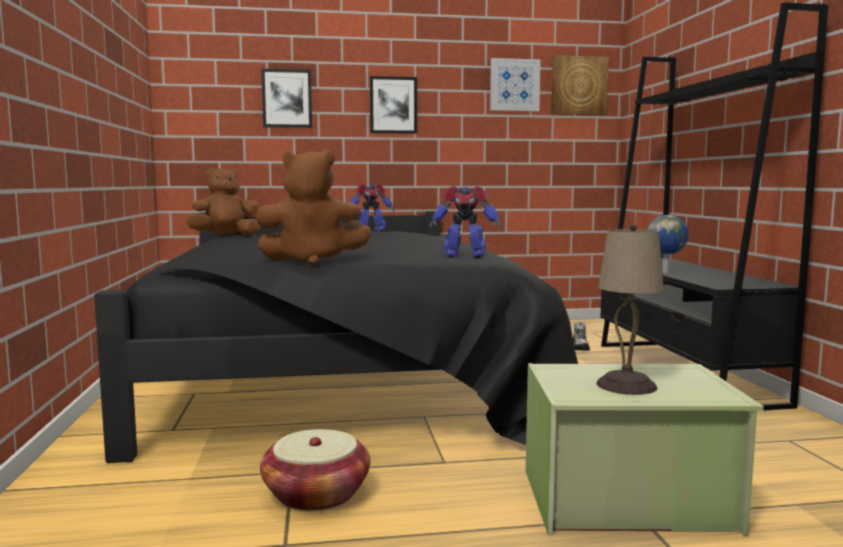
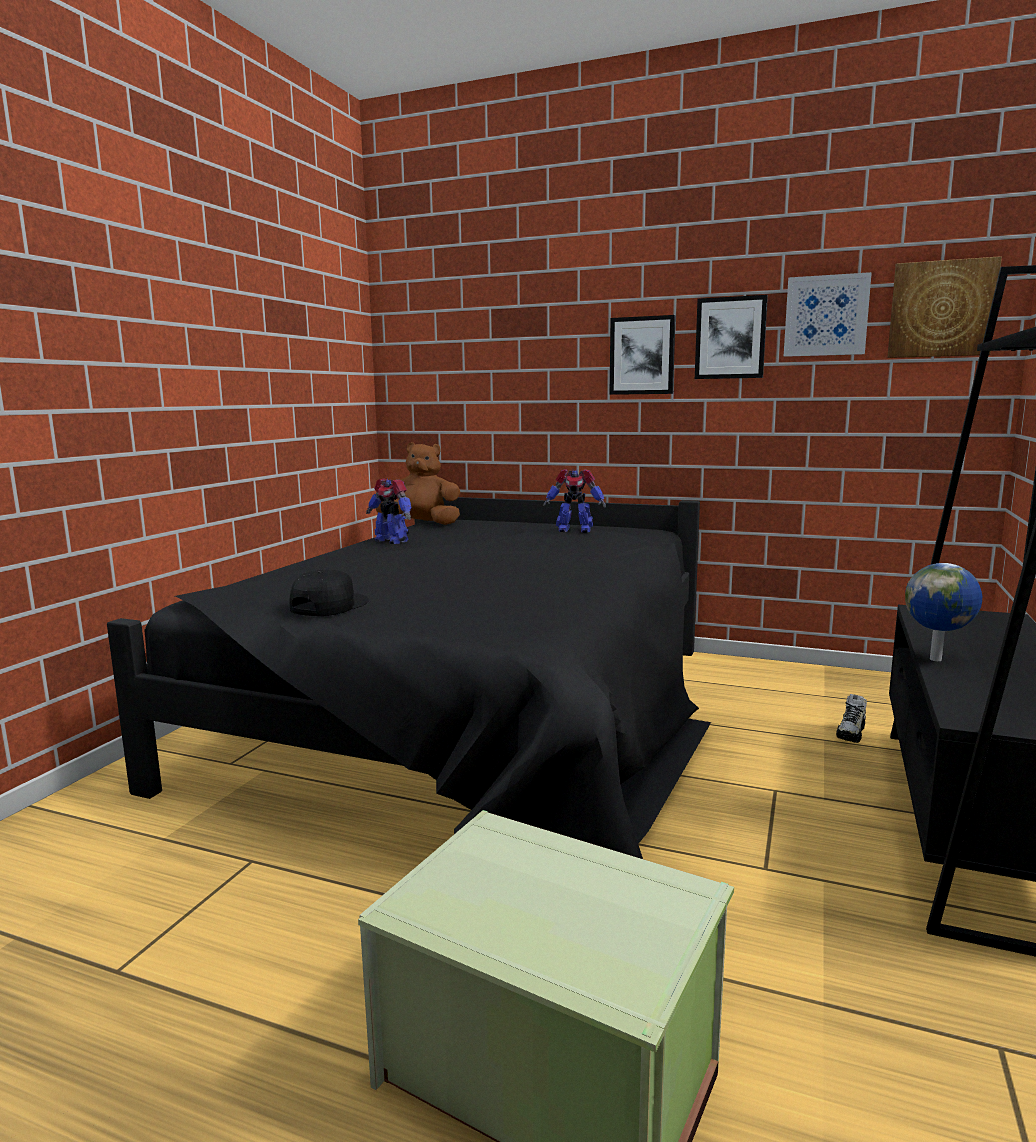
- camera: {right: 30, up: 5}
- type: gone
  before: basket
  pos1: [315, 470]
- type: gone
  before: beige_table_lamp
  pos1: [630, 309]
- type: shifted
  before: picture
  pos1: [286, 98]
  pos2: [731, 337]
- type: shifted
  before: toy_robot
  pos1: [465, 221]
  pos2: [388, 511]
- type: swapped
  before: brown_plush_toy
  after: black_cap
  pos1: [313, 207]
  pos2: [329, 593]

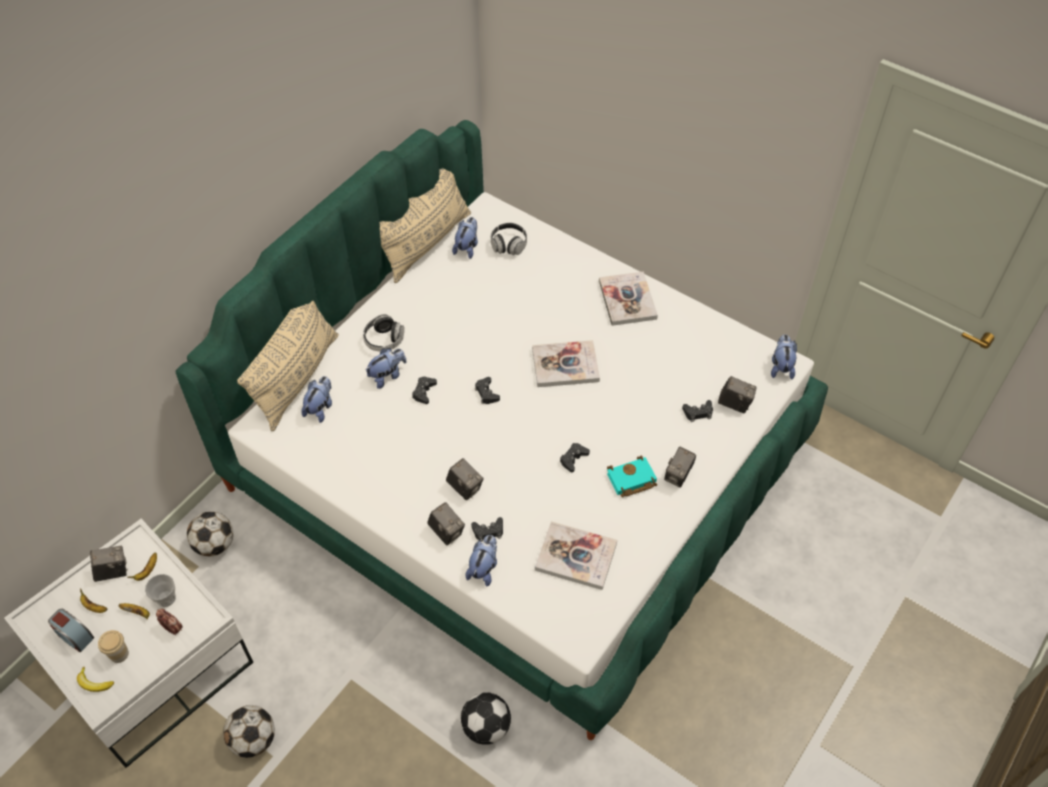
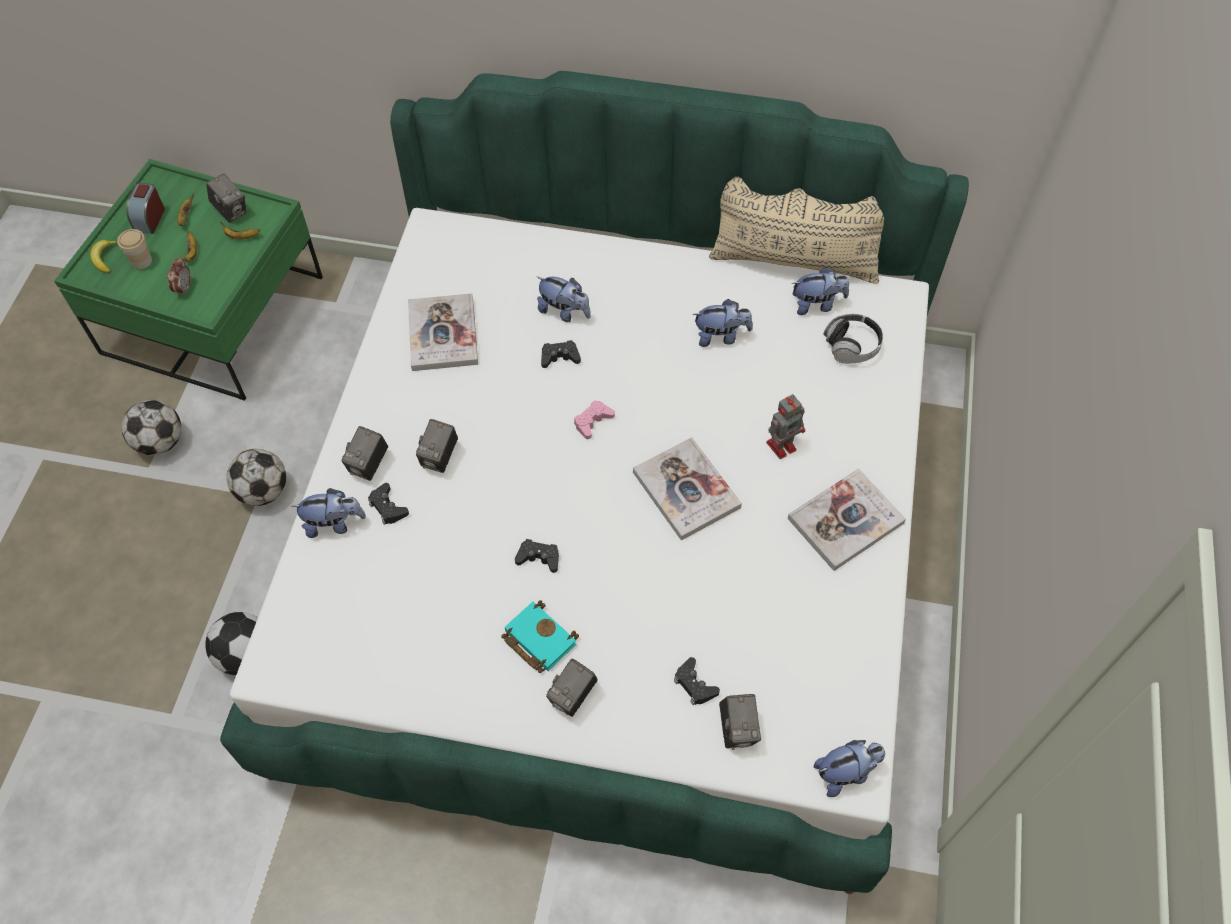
- camera: {right: 65, up: 5}
- type: gone
  before: cup
  pos1: [160, 590]
- type: gone
  before: beige_pillow
  pos1: [288, 366]
- type: gone
  before: headphones
  pos1: [383, 333]
- type: new
  after: toy_robot
  pos2: [785, 426]
- type: shifted
  before: football
  pos1: [210, 533]
  pos2: [256, 477]
- type: shifted
  before: plush_toy
  pos1: [316, 399]
  pos2: [723, 323]
- type: shifted
  before: book
  pos1: [576, 556]
  pos2: [443, 332]
- type: repainted
  before: white_coffee_table
  after: green_coffee_table
  pos1: [128, 643]
  pos2: [188, 279]
- type: repainted
  before: black_game_controller
  after: pink_game_controller
  pos1: [487, 390]
  pos2: [594, 419]
- type: rotated
  before: photo_camera
  pos1: [680, 467]
  pos2: [572, 688]
  turn: -60

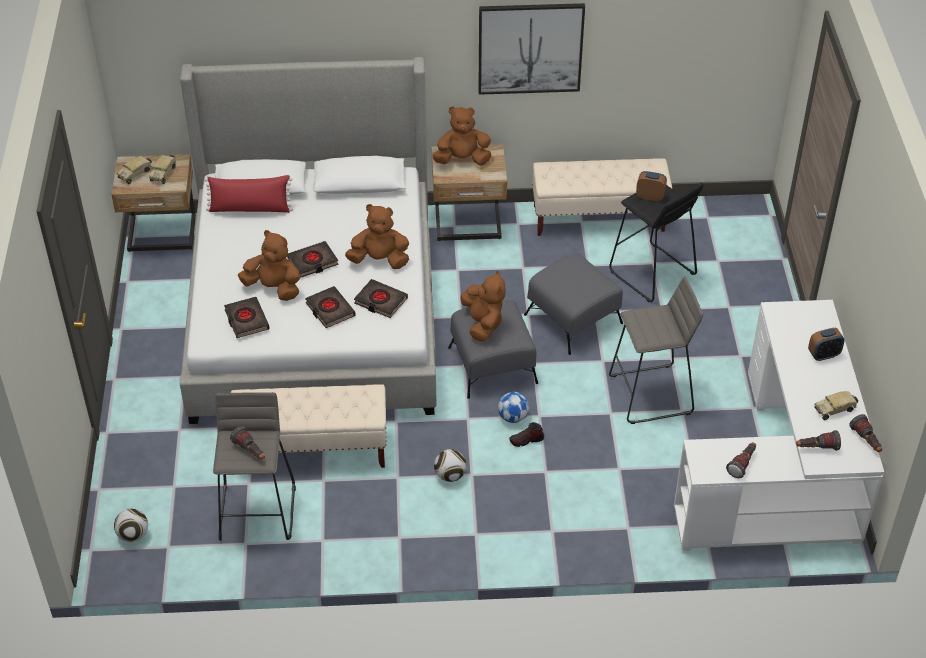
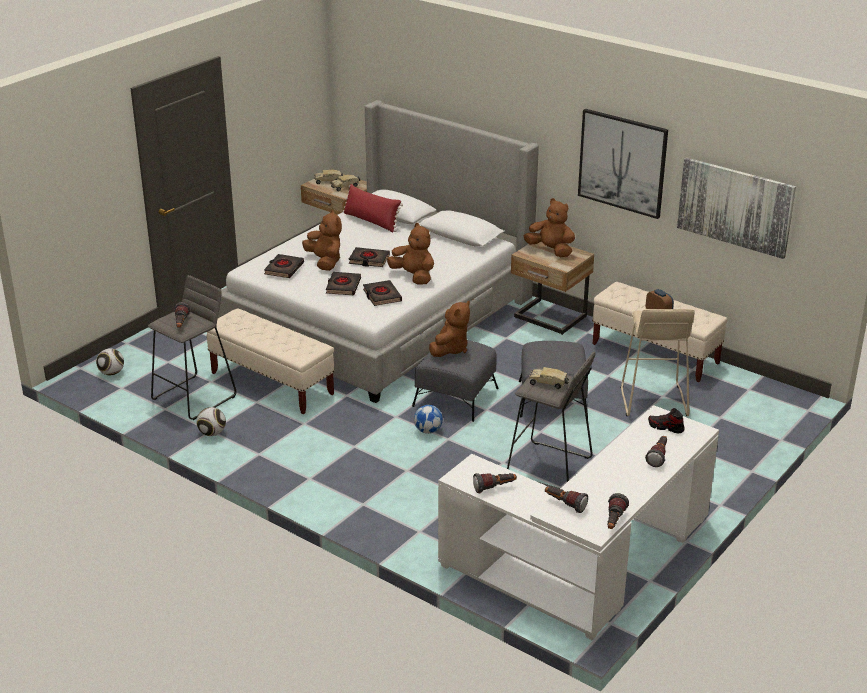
- camera: {right: 40, up: -15}
- type: new
  after: picture
  pos2: [736, 208]
- type: shifted
  before: football
  pos1: [450, 465]
  pos2: [211, 421]
- type: shifted
  before: shoe
  pos1: [526, 434]
  pos2: [666, 421]
- type: shifted
  before: toy_truck
  pos1: [836, 405]
  pos2: [549, 378]
- type: swapped
  before: alarm_clock
  after: flashlight
  pos1: [826, 344]
  pos2: [656, 451]
- type: repainted
  before: black_stool
  after: beige_stool
  pos1: [656, 242]
  pos2: [657, 362]

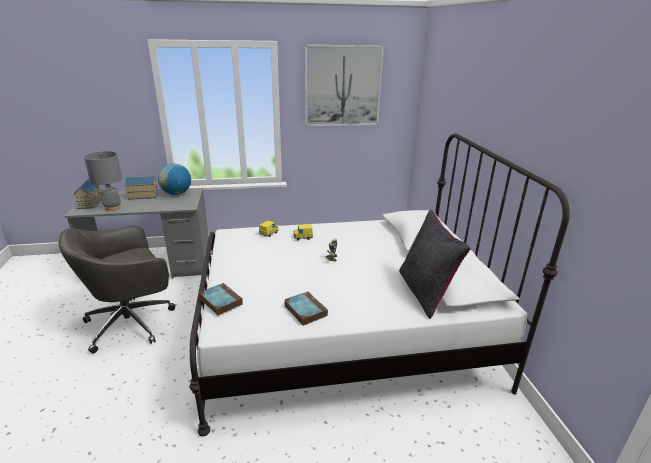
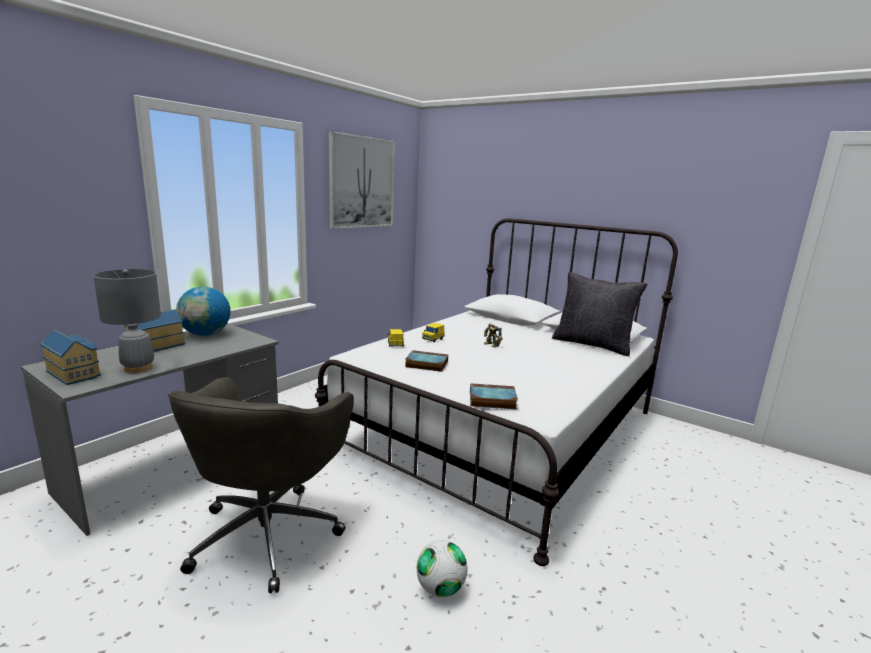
- camera: {right: -45, up: -10}
- type: new
  after: football
  pos2: [442, 568]
- type: shifted
  before: book
  pos1: [306, 308]
  pos2: [426, 361]

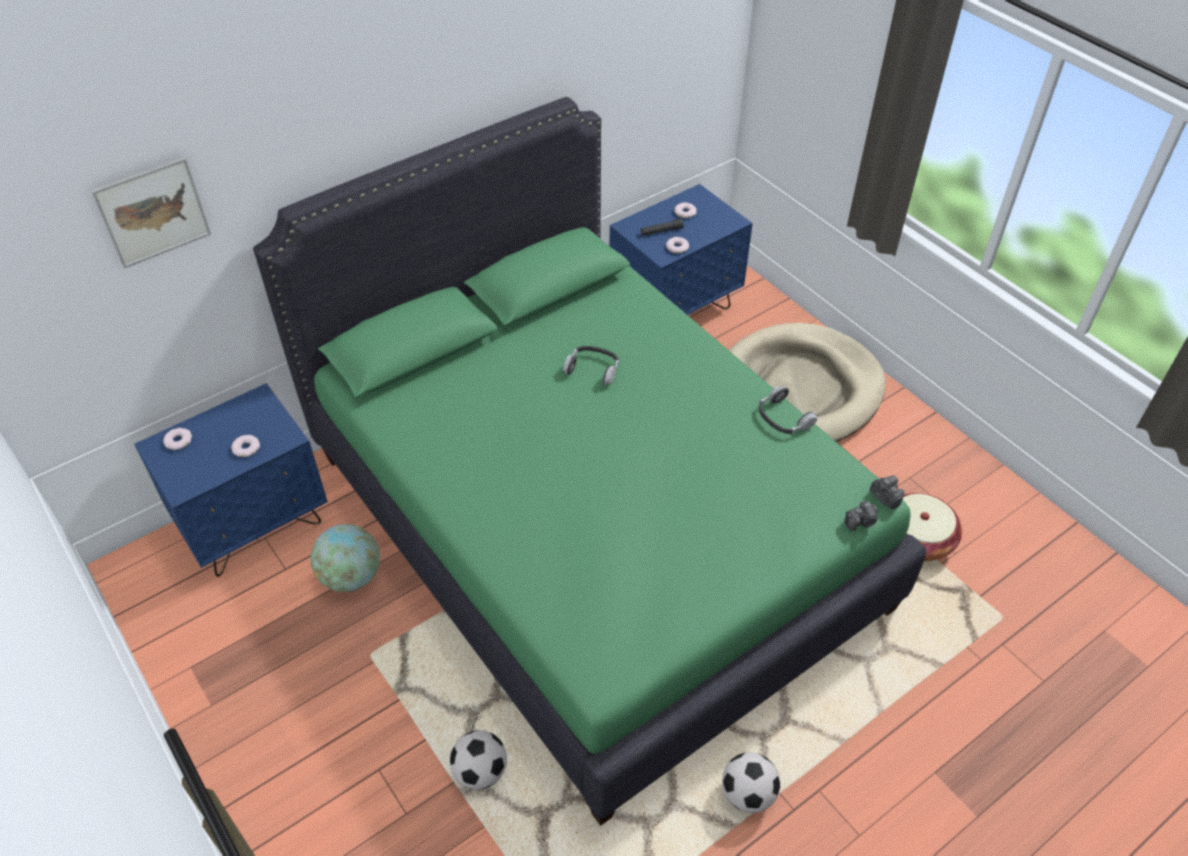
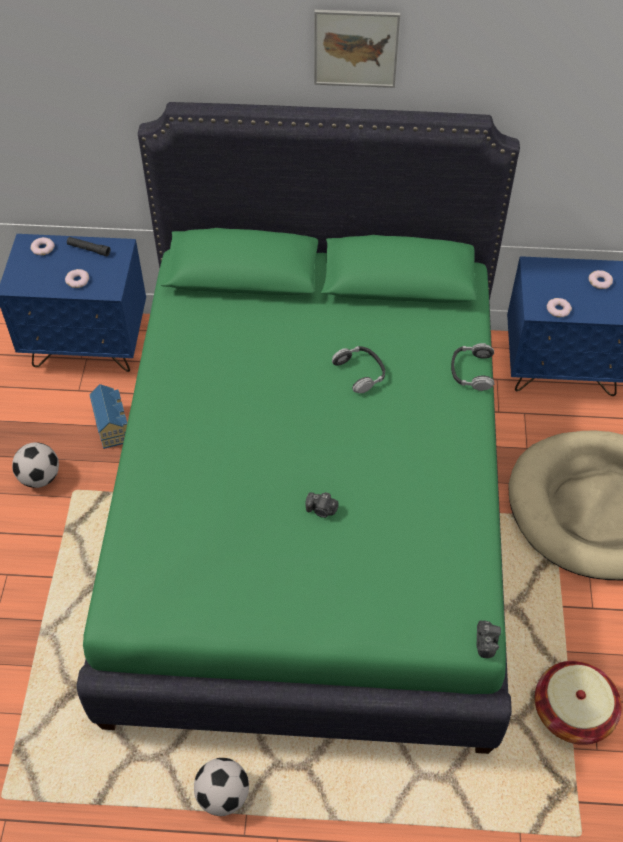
- camera: {right: 40, up: 5}
- type: shifted
  before: picture
  pos1: [151, 212]
  pos2: [357, 49]
- type: shifted
  before: football
  pos1: [478, 760]
  pos2: [35, 465]
- type: shifted
  before: black_flashlight
  pos1: [662, 227]
  pos2: [88, 246]
- type: shifted
  before: headphones
  pos1: [787, 410]
  pos2: [472, 367]
- type: shifted
  before: photo_camera
  pos1: [861, 516]
  pos2: [321, 505]
- type: swapped
  before: globe
  after: toy_house
  pos1: [345, 558]
  pos2: [108, 416]

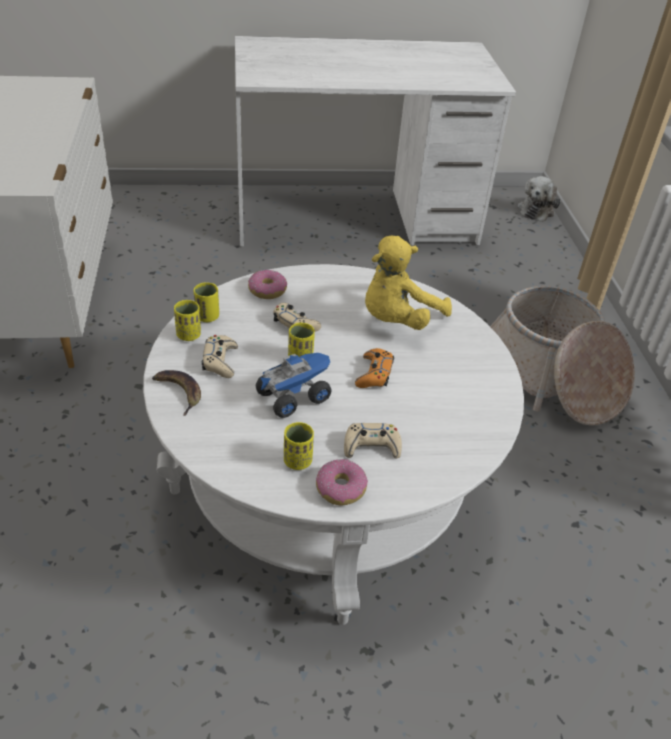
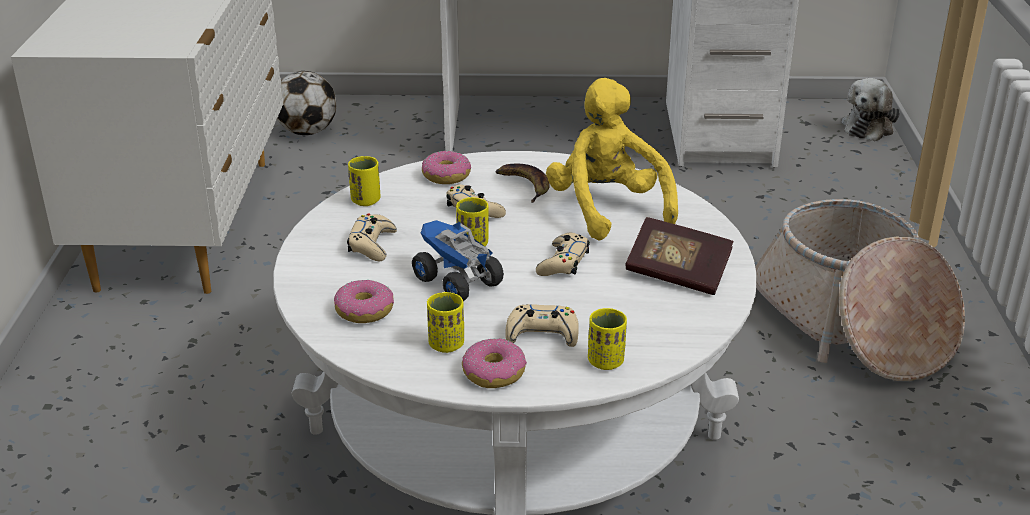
- camera: {right: 10, up: -10}
- type: new
  after: football
  pos2: [306, 103]
- type: new
  after: donut
  pos2: [364, 301]
- type: new
  after: book
  pos2: [679, 256]
- type: shifted
  before: banana
  pos1: [176, 393]
  pos2: [523, 183]
- type: shifted
  before: yellow_cup
  pos1: [187, 320]
  pos2: [607, 339]
- type: repainted
  before: orange_game_controller
  after: beige_game_controller
  pos1: [374, 368]
  pos2: [563, 254]
- type: rotated
  before: toy_truck
  pos1: [293, 385]
  pos2: [458, 260]
  turn: -105
- type: rotated
  before: yellow_plush_toy
  pos1: [408, 283]
  pos2: [612, 159]
  turn: 105

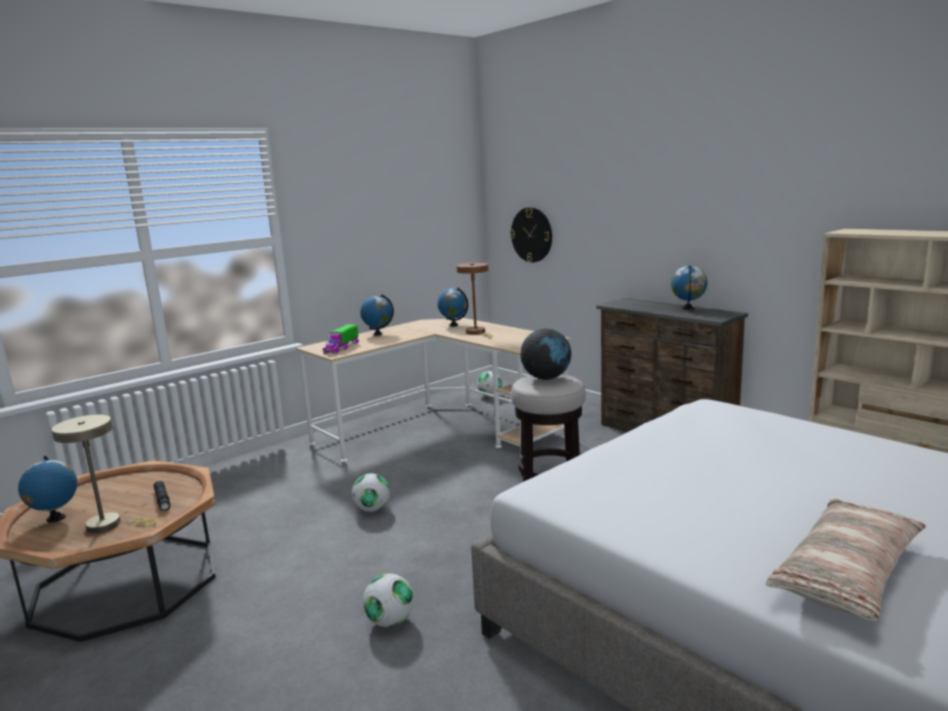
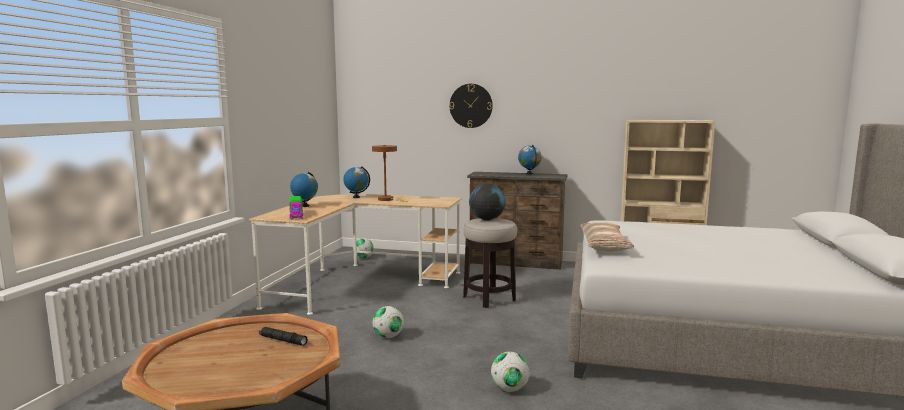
- camera: {right: -35, up: -5}
- type: gone
  before: globe
  pos1: [47, 489]
- type: gone
  before: beige_table_lamp
  pos1: [104, 474]
- type: shifted
  before: wall_clock
  pos1: [531, 235]
  pos2: [471, 106]
- type: shifted
  before: pillow
  pos1: [845, 560]
  pos2: [607, 237]

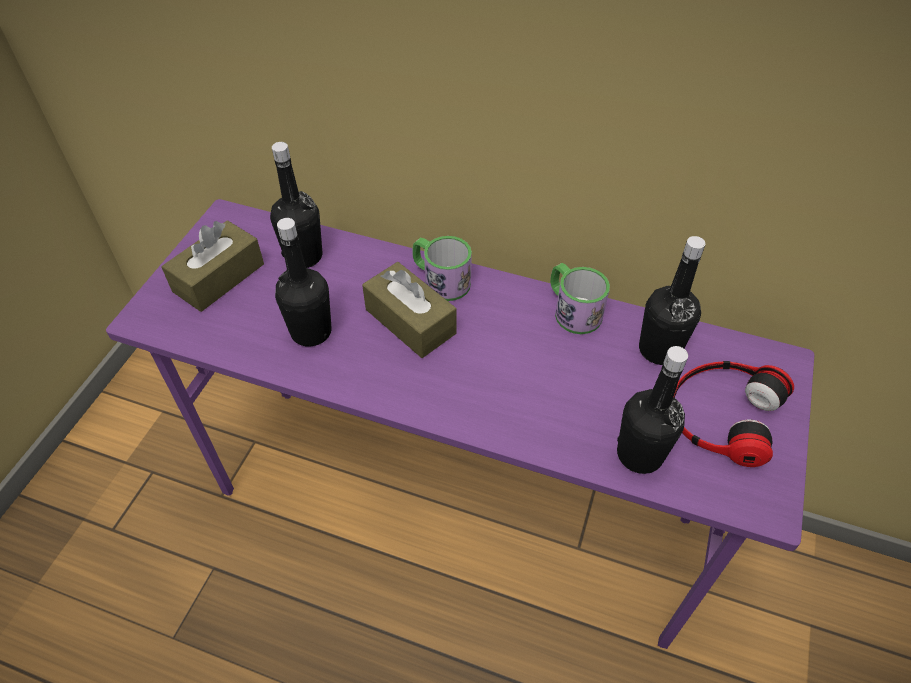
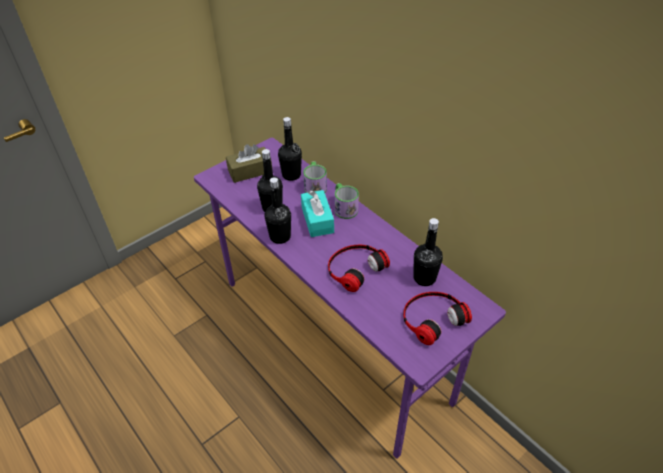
- camera: {right: 30, up: -5}
- type: new
  after: headphones
  pos2: [359, 268]
- type: shifted
  before: mug
  pos1: [580, 298]
  pos2: [315, 177]
- type: shifted
  before: black_bottle
  pos1: [652, 410]
  pos2: [277, 210]
- type: repainted
  before: brown_tissue_box
  after: turquoise_tissue_box
  pos1: [409, 310]
  pos2: [317, 213]

